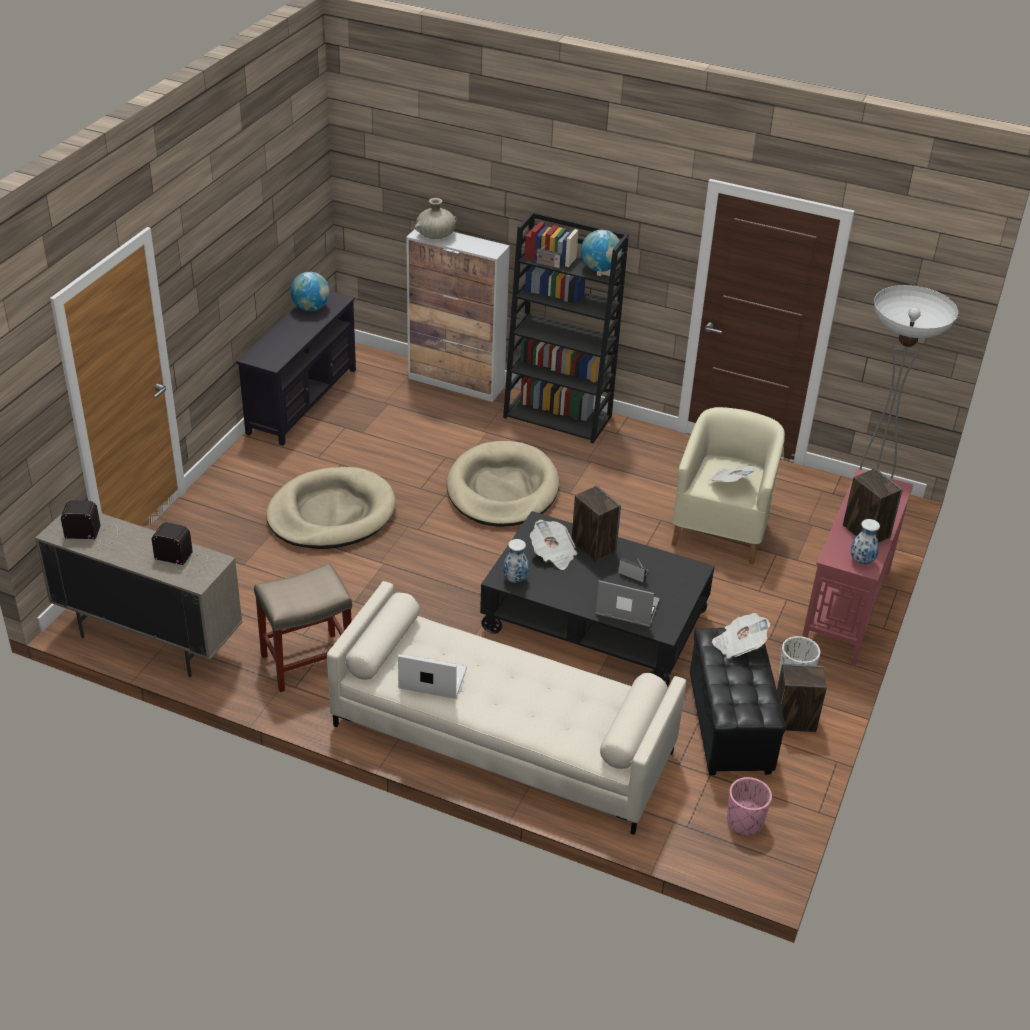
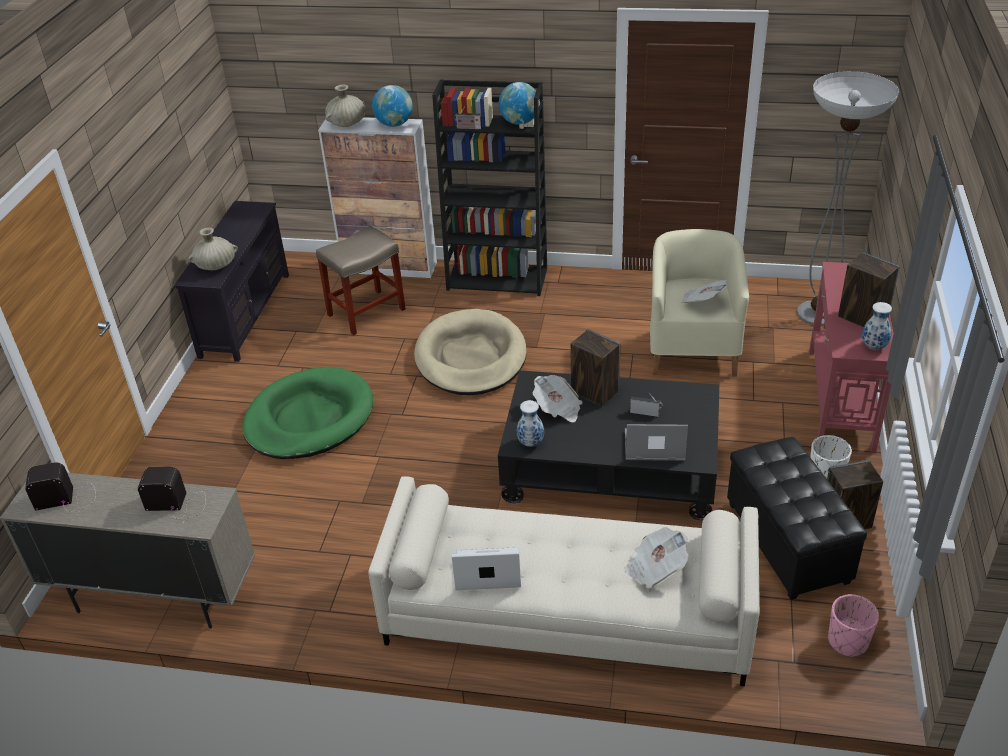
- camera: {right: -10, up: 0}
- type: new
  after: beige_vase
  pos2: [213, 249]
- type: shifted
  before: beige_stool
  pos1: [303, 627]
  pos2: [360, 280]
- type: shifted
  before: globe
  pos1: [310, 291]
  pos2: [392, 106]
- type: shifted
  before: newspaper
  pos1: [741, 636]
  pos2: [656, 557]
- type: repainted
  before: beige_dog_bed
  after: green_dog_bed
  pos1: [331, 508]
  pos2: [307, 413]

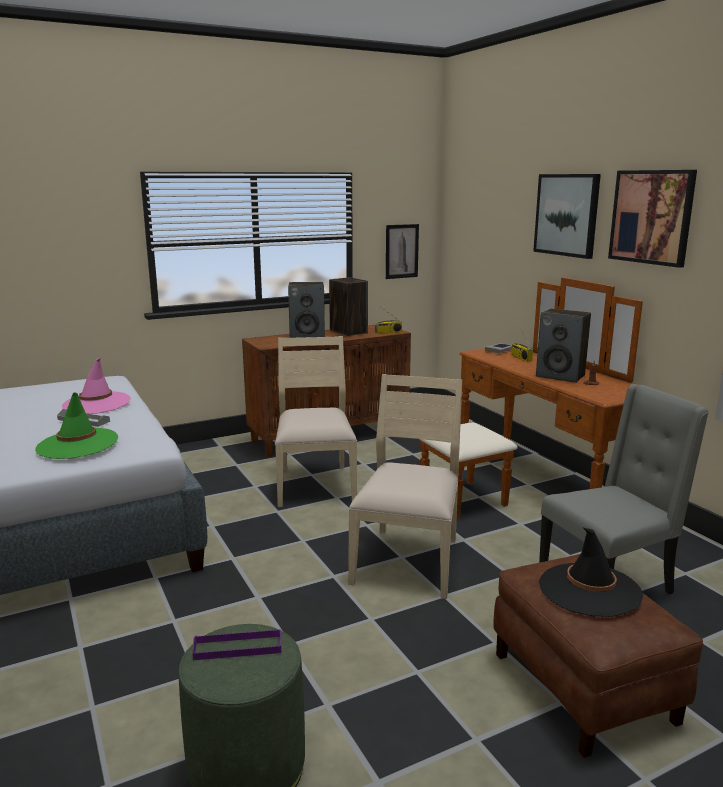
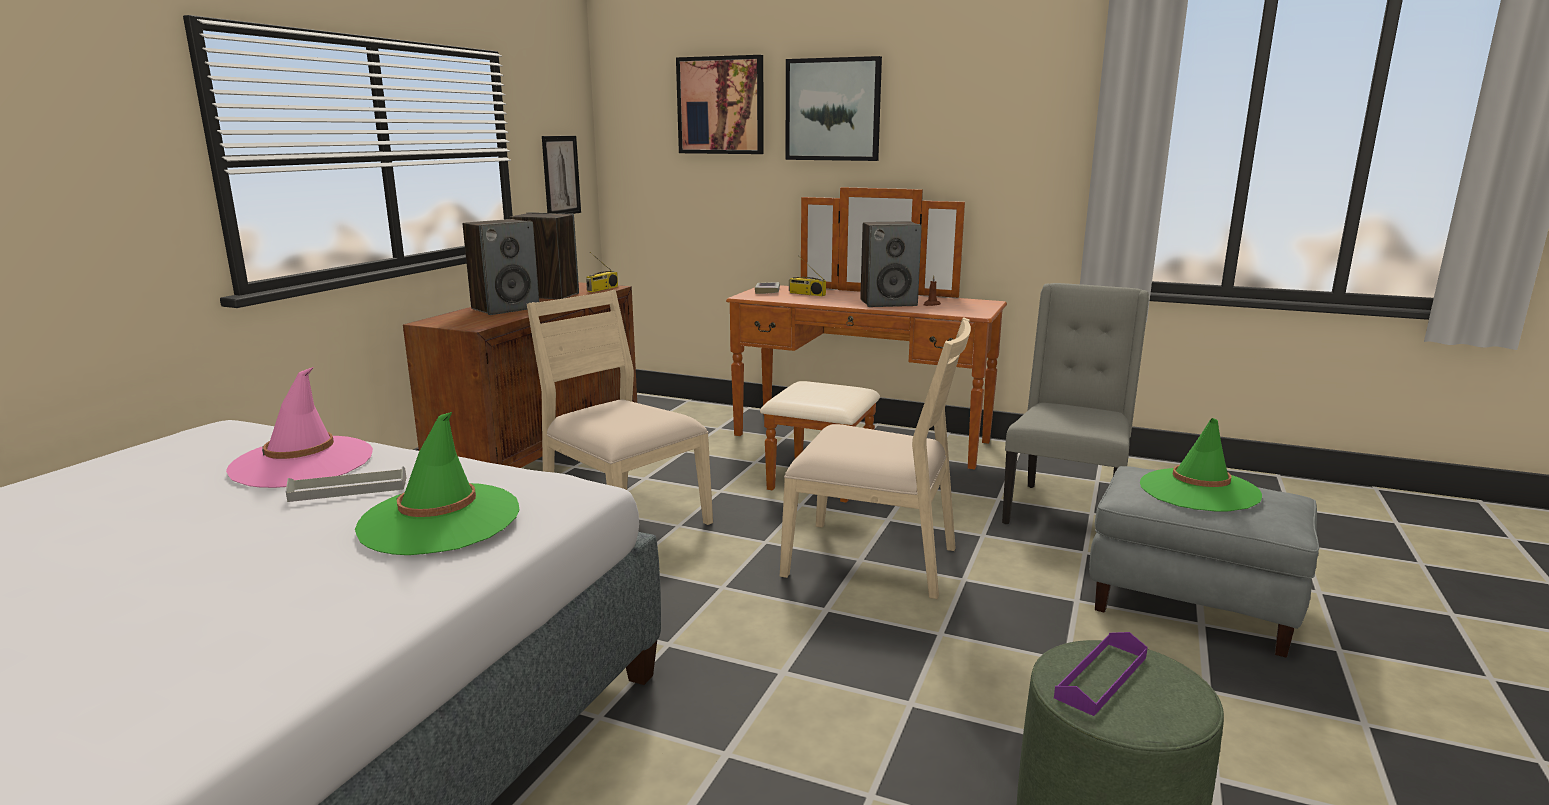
- camera: {right: -40, up: 0}
- type: shifted
  before: picture
  pos1: [652, 219]
  pos2: [720, 104]
- type: repainted
  before: brown_ottoman
  after: grey_ottoman
  pos1: [598, 656]
  pos2: [1204, 562]
- type: repainted
  before: black_hat
  after: green_hat
  pos1: [591, 572]
  pos2: [1201, 465]
- type: rotated
  before: beige_chair
  pos1: [405, 486]
  pos2: [875, 458]
  turn: 135

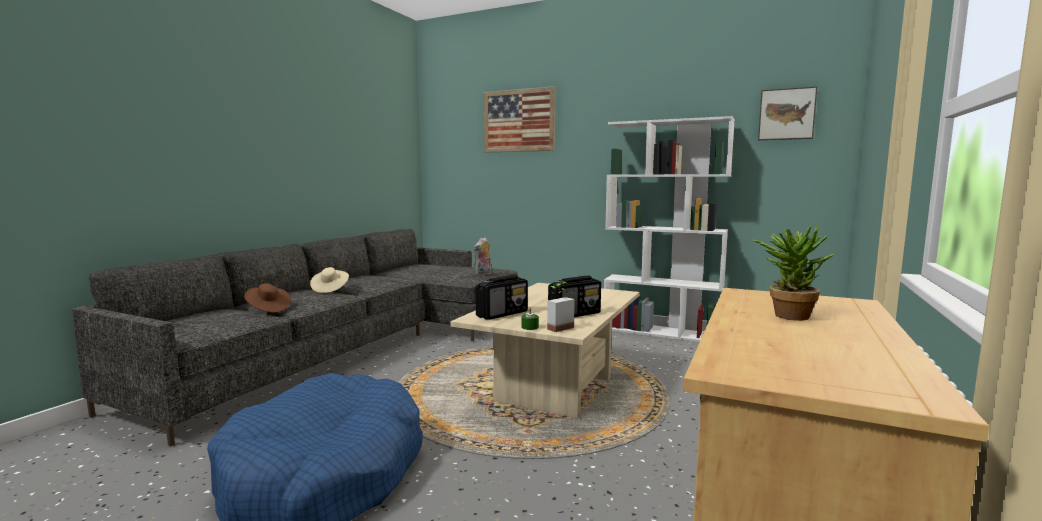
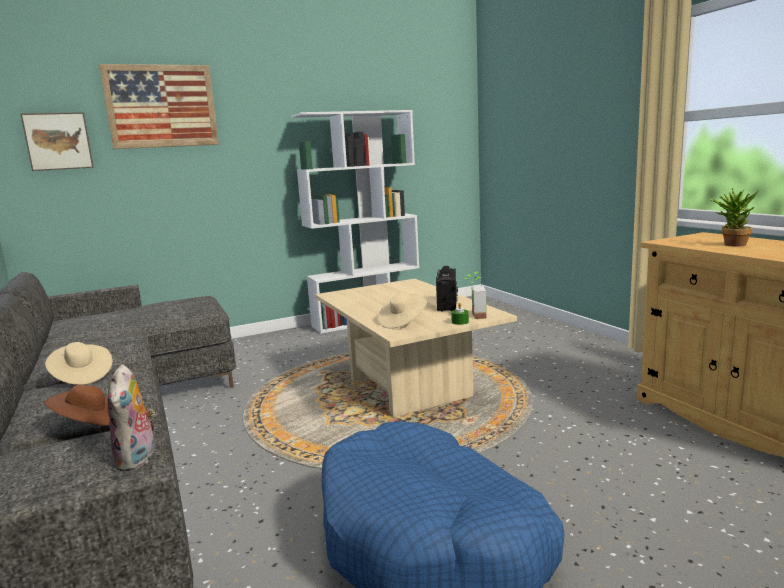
- camera: {right: -50, up: 5}
- type: shifted
  before: plush_toy
  pos1: [482, 256]
  pos2: [131, 418]
- type: shifted
  before: picture
  pos1: [787, 113]
  pos2: [57, 141]
- type: swapped
  before: radio
  after: beige_hat
  pos1: [501, 297]
  pos2: [402, 310]

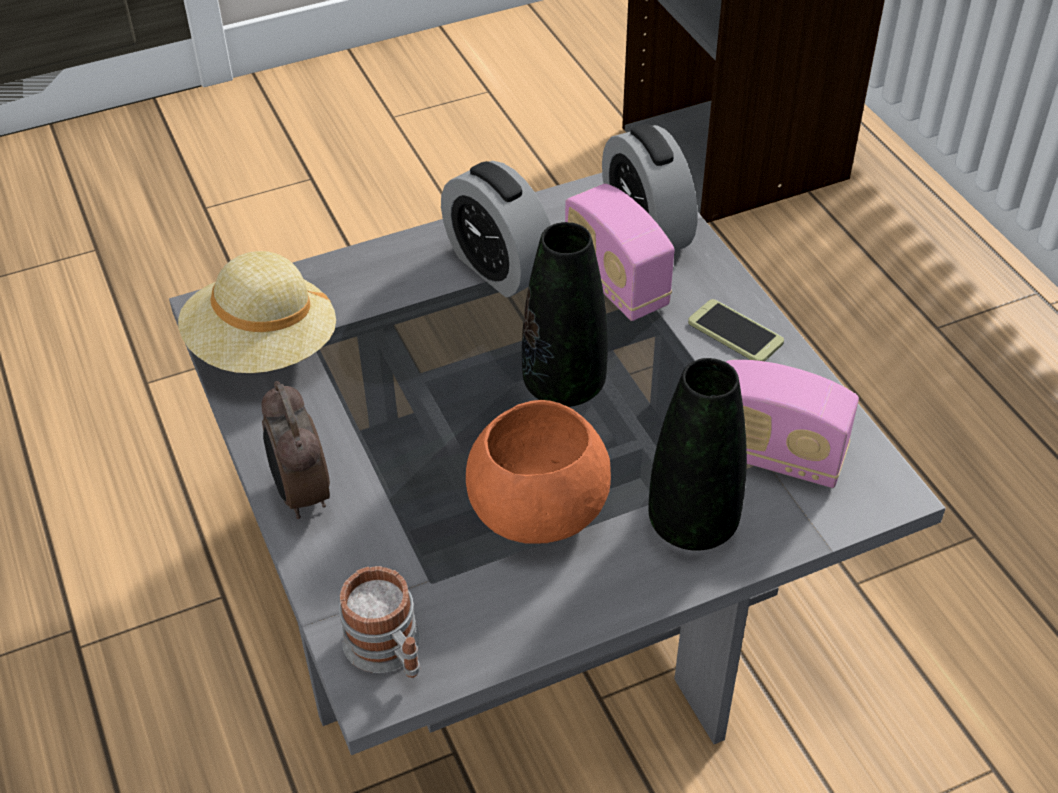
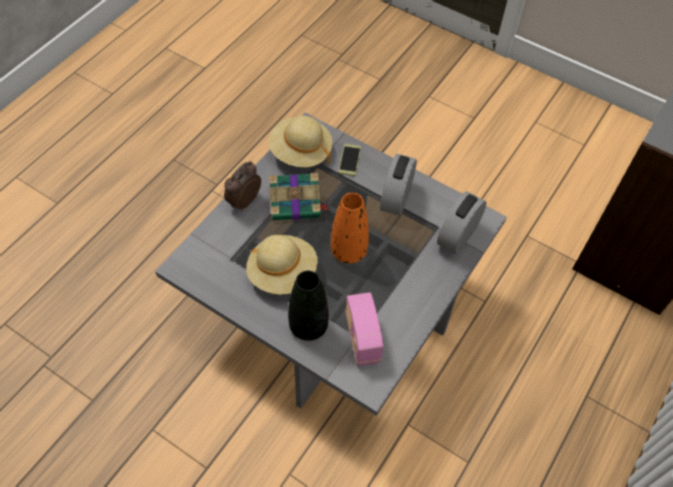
- camera: {right: 55, up: 10}
- type: gone
  before: mug
  pos1: [379, 622]
- type: gone
  before: radio
  pos1: [619, 252]
- type: new
  after: book
  pos2: [299, 196]
- type: shifted
  before: phone
  pos1: [736, 330]
  pos2: [349, 160]
- type: swapped
  before: orange_bowl
  after: beige_hat
  pos1: [538, 472]
  pos2: [282, 265]
- type: repainted
  before: black_vase
  after: orange_vase
  pos1: [565, 314]
  pos2: [350, 228]

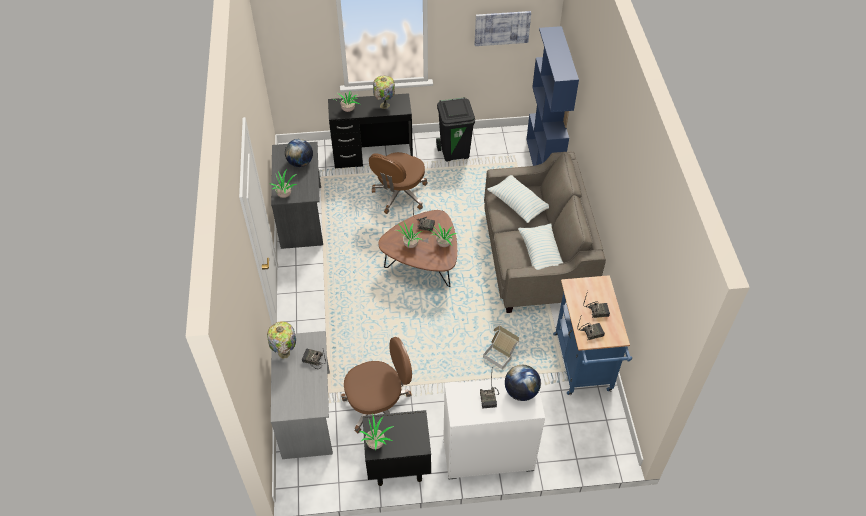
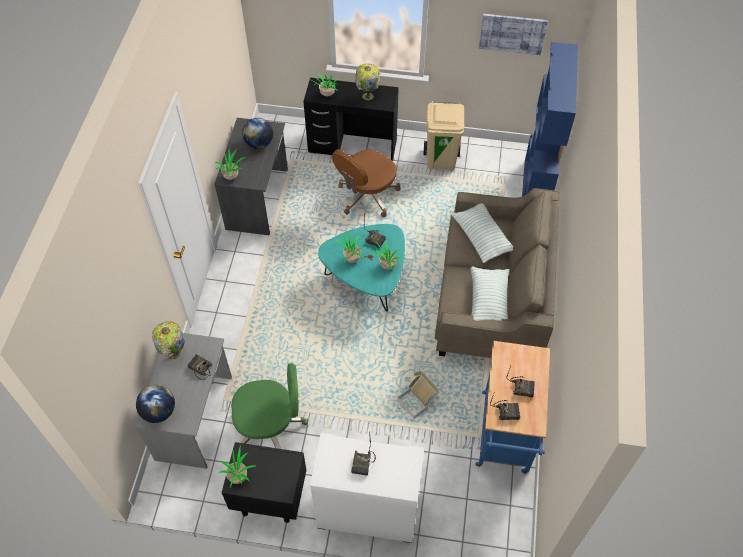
- camera: {right: 15, up: 5}
- type: shifted
  before: globe
  pos1: [523, 383]
  pos2: [155, 404]
- type: repainted
  before: brown_office_chair
  after: green_office_chair
  pos1: [376, 385]
  pos2: [269, 406]
- type: repainted
  before: brown_coffee_table
  after: turquoise_coffee_table
  pos1: [418, 248]
  pos2: [361, 268]
- type: repainted
  before: black_trash_can
  after: beige_trash_can
  pos1: [455, 129]
  pos2: [444, 135]

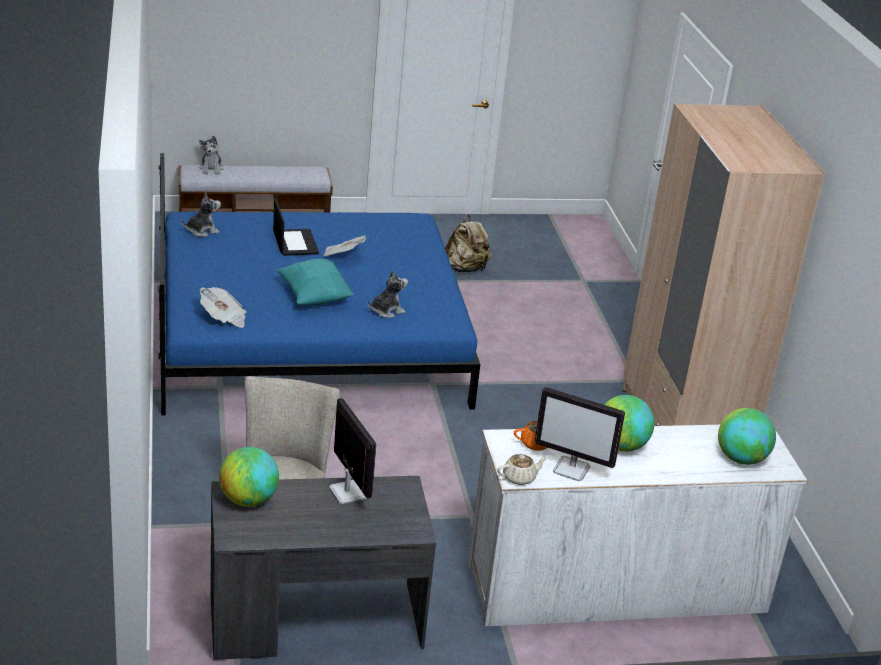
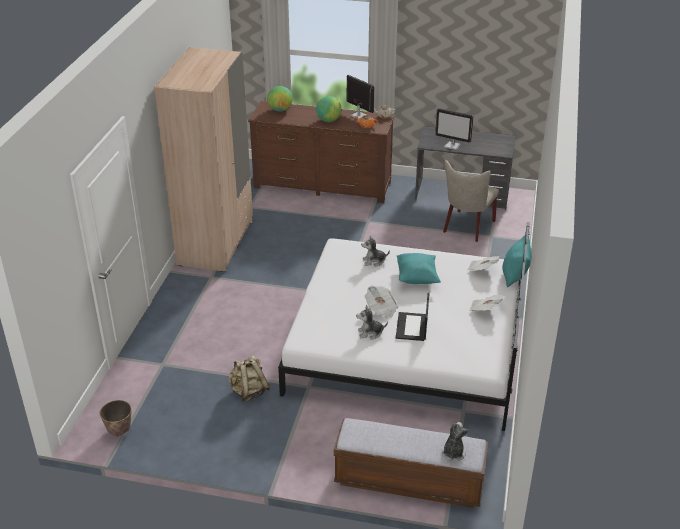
- camera: {right: -155, up: 5}
- type: gone
  before: globe
  pos1: [249, 477]
- type: new
  after: planter
  pos2: [116, 419]
- type: new
  after: newspaper
  pos2: [486, 303]
- type: new
  after: turquoise_pillow
  pos2: [517, 260]
- type: shifted
  before: plush_toy
  pos1: [201, 214]
  pos2: [372, 322]
- type: repainted
  before: blue_bed
  after: white_bed
  pos1: [319, 284]
  pos2: [404, 326]
- type: repainted
  before: white_dresser
  after: brown_dresser
  pos1: [638, 525]
  pos2: [321, 152]
- type: rotated
  before: monitor
  pos1: [352, 451]
  pos2: [454, 129]
  turn: -60

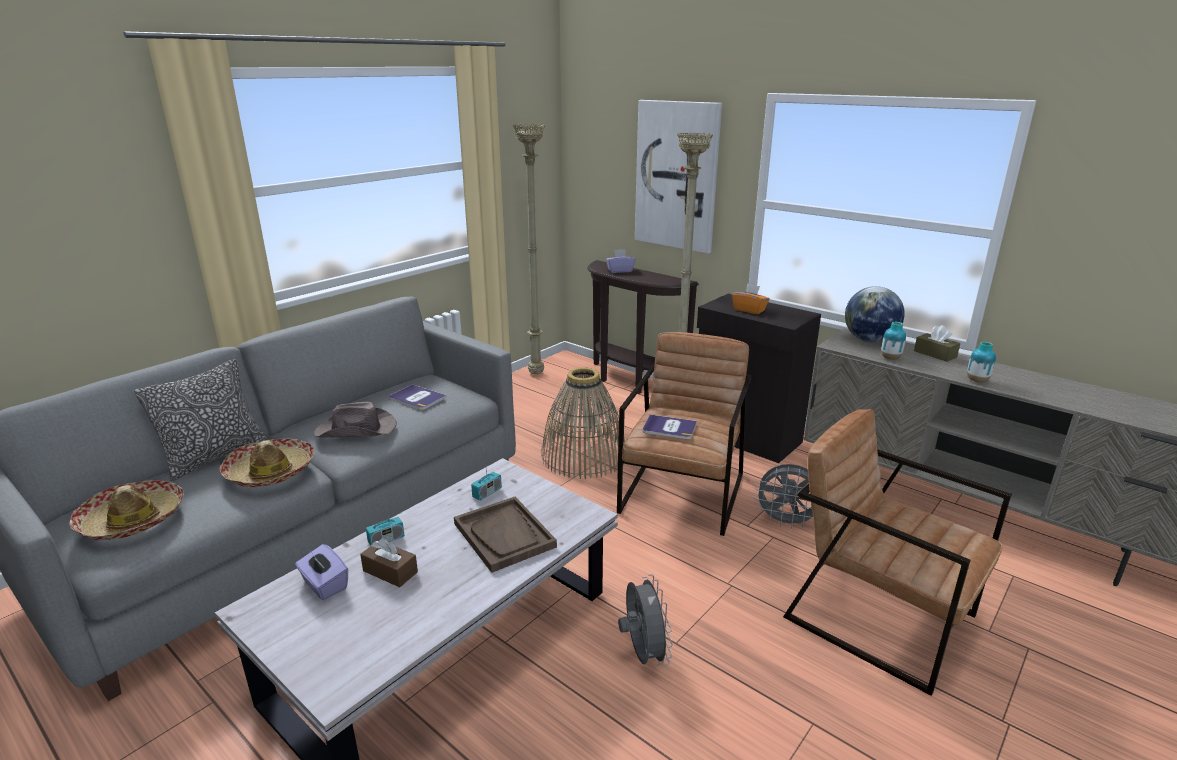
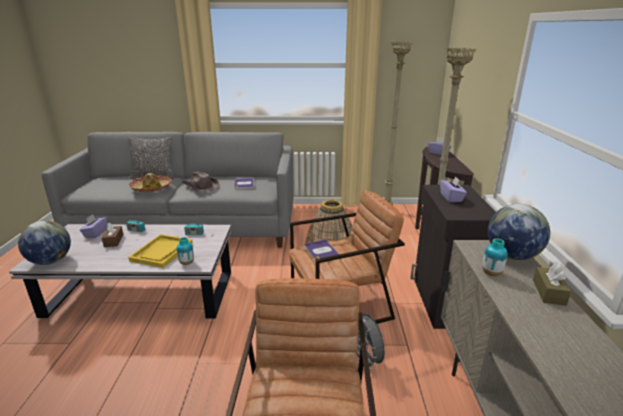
- camera: {right: 50, up: 0}
- type: gone
  before: hat
  pos1: [127, 510]
- type: gone
  before: grey_fan
  pos1: [645, 620]
- type: gone
  before: picture
  pos1: [678, 176]
- type: new
  after: globe
  pos2: [44, 243]
- type: shifted
  before: vase
  pos1: [981, 362]
  pos2: [185, 251]
- type: repainted
  before: brown_tray
  after: yellow_tray
  pos1: [505, 535]
  pos2: [160, 251]
- type: repainted
  before: orange_tissue_box
  after: purple_tissue_box
  pos1: [751, 299]
  pos2: [453, 189]

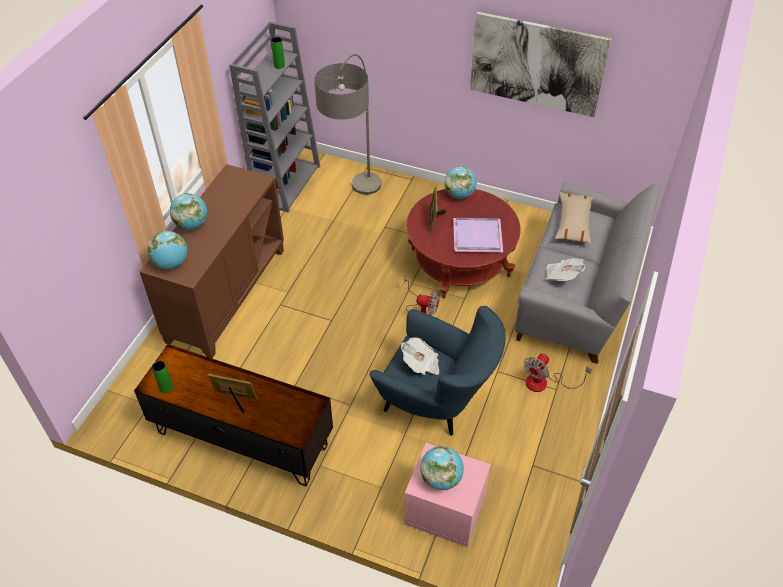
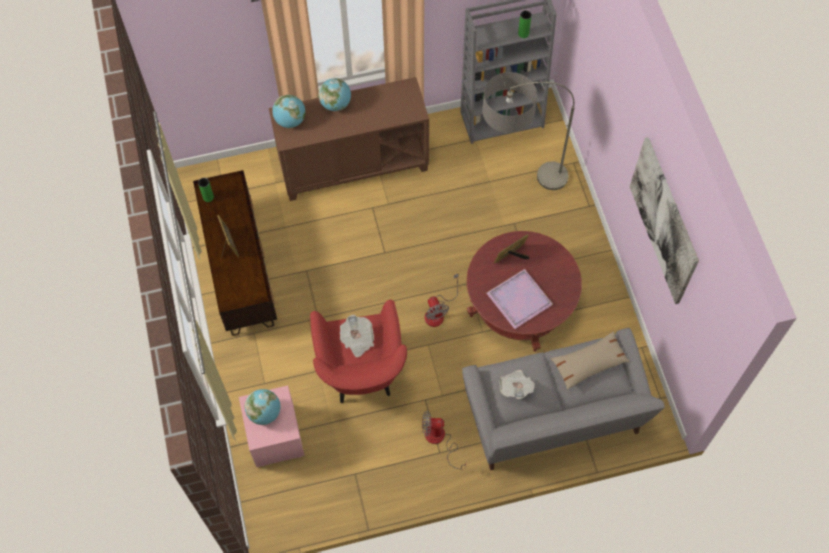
- camera: {right: 55, up: 15}
- type: gone
  before: globe
  pos1: [460, 182]
- type: repainted
  before: blue_armchair
  after: red_armchair
  pos1: [437, 371]
  pos2: [358, 351]

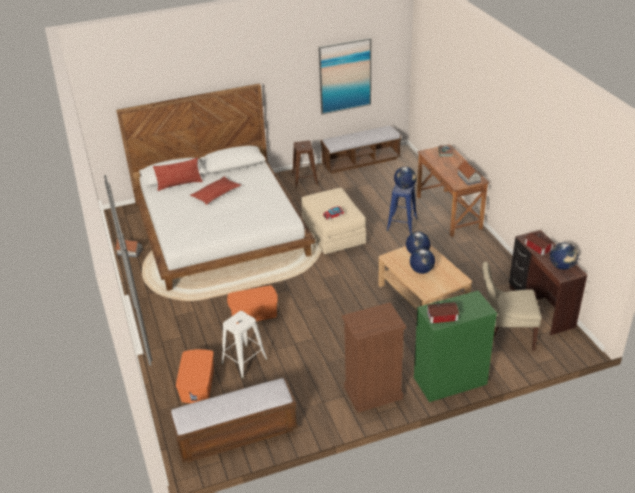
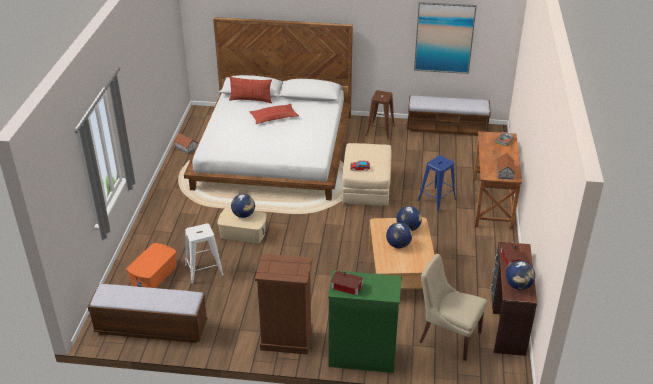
- camera: {right: 25, up: 0}
- type: shifted
  before: globe
  pos1: [405, 177]
  pos2: [243, 206]
- type: repainted
  before: orange_storage_box
  after: beige_storage_box
  pos1: [252, 304]
  pos2: [242, 226]

